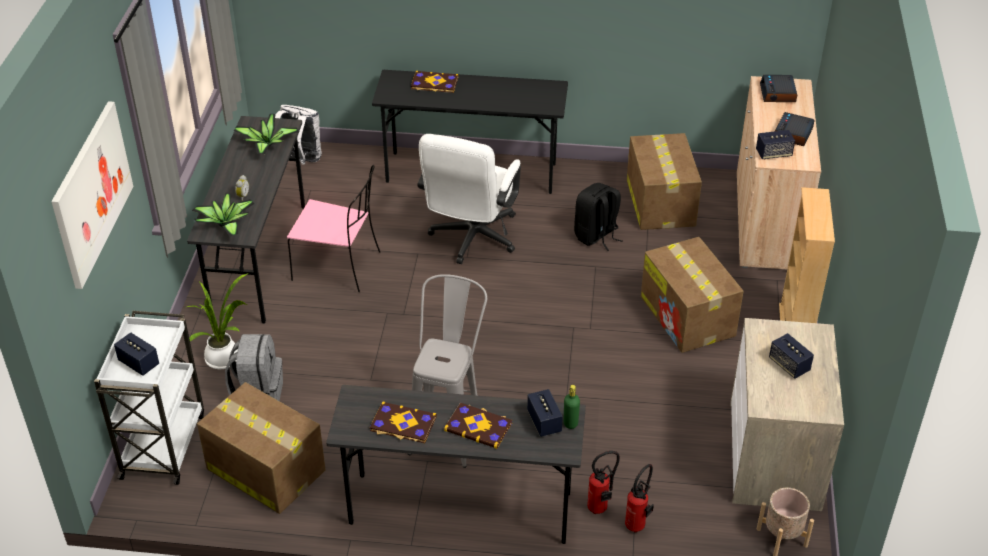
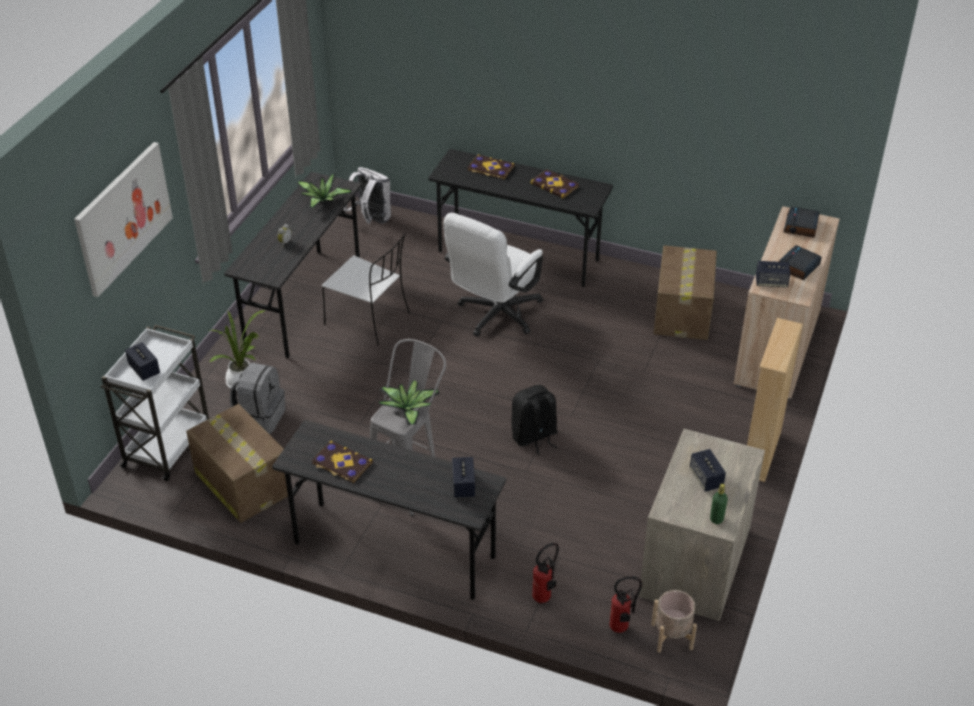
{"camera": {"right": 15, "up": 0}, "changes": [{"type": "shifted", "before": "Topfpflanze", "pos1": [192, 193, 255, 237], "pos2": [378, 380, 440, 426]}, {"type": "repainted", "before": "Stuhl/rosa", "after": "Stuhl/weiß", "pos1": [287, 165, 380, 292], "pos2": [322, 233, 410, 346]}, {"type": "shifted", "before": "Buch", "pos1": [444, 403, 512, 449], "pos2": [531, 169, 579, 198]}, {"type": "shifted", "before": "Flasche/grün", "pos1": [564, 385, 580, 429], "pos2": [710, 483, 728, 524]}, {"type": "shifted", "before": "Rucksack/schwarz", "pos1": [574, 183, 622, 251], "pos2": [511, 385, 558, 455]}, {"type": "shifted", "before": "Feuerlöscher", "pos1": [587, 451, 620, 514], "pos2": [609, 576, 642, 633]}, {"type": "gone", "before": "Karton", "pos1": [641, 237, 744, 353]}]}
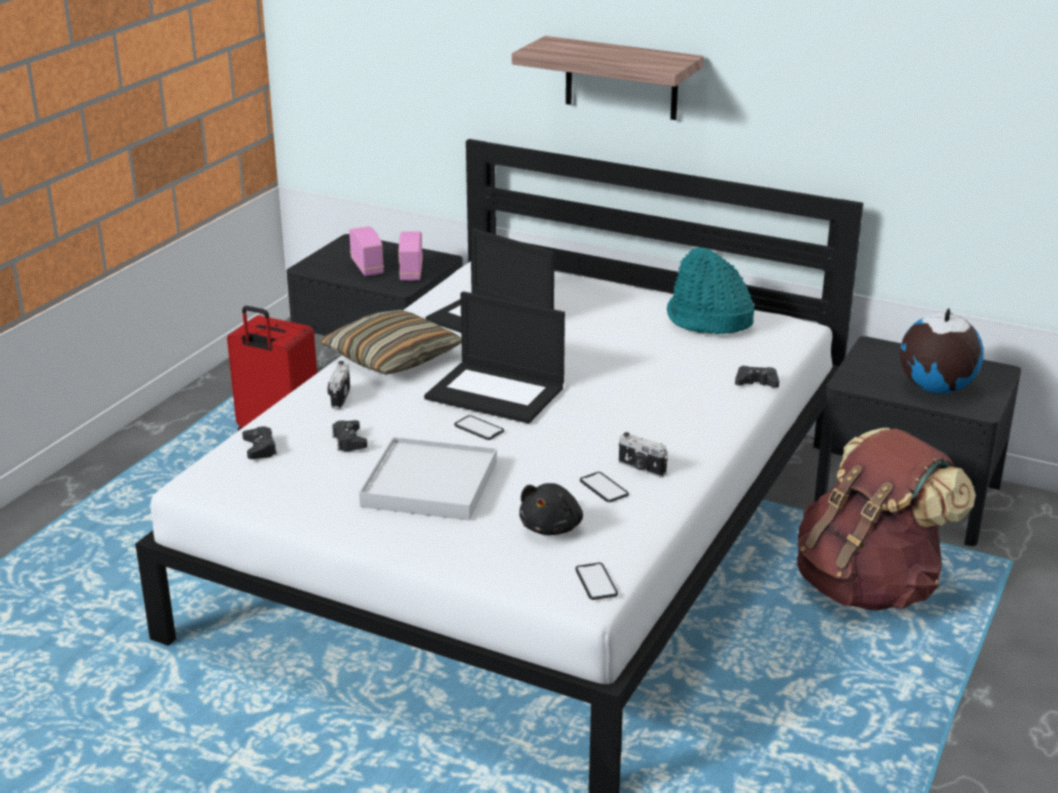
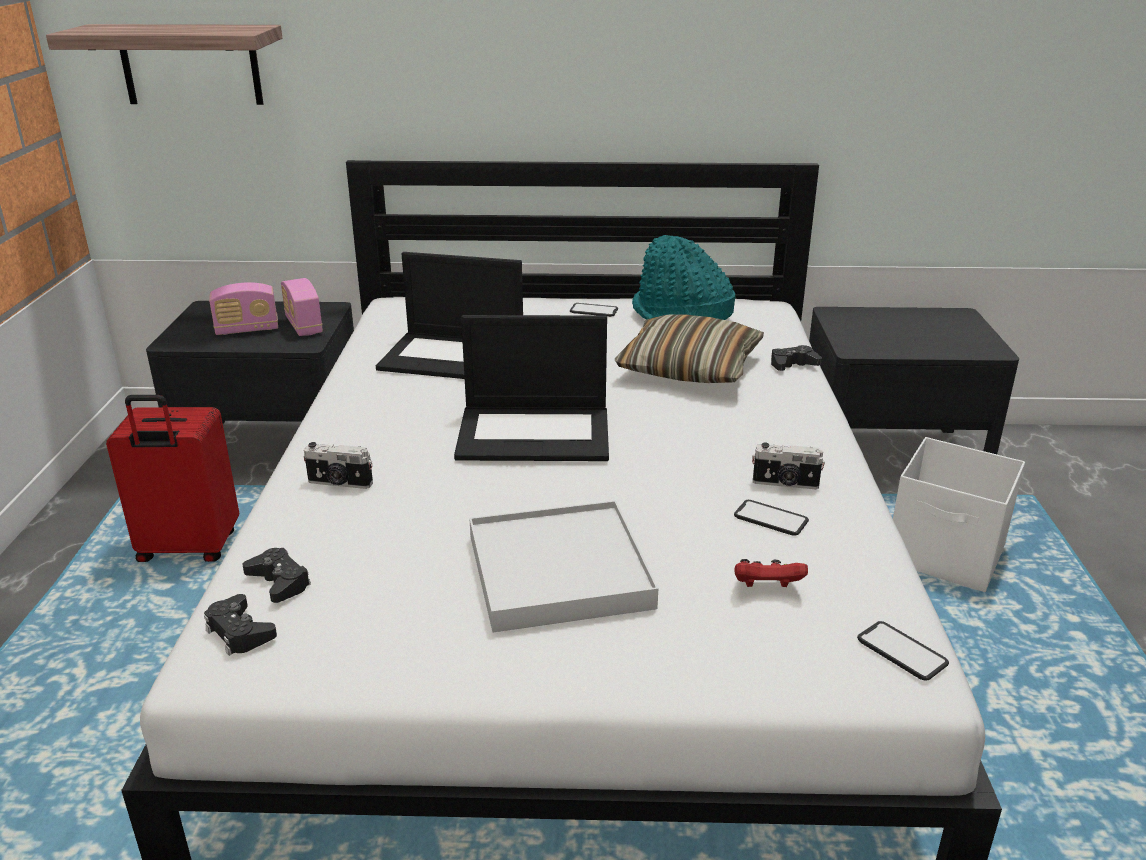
{"camera": {"right": -25, "up": 0}, "changes": [{"type": "shifted", "before": "Kissen", "pos1": [319, 310, 462, 375], "pos2": [615, 315, 764, 383]}, {"type": "rotated", "before": "Kamera", "pos1": [328, 361, 350, 409], "pos2": [304, 442, 373, 489], "turn": -60}, {"type": "shifted", "before": "Gamepad/schwarz", "pos1": [332, 420, 368, 452], "pos2": [204, 594, 277, 656]}, {"type": "rotated", "before": "Radio", "pos1": [349, 227, 384, 276], "pos2": [209, 282, 278, 335], "turn": 120}, {"type": "shifted", "before": "Handy", "pos1": [454, 415, 504, 440], "pos2": [570, 303, 618, 317]}, {"type": "shifted", "before": "Wandregal", "pos1": [512, 36, 704, 120], "pos2": [46, 24, 282, 105]}, {"type": "swapped", "before": "Plüschtier/schwarz", "after": "Gamepad/rot", "pos1": [519, 483, 583, 535], "pos2": [735, 559, 808, 587]}, {"type": "swapped", "before": "Rucksack/braun", "after": "Aufbewahrungsbox/weiß", "pos1": [797, 428, 976, 611], "pos2": [893, 437, 1025, 592]}, {"type": "gone", "before": "Globus", "pos1": [900, 307, 984, 394]}]}
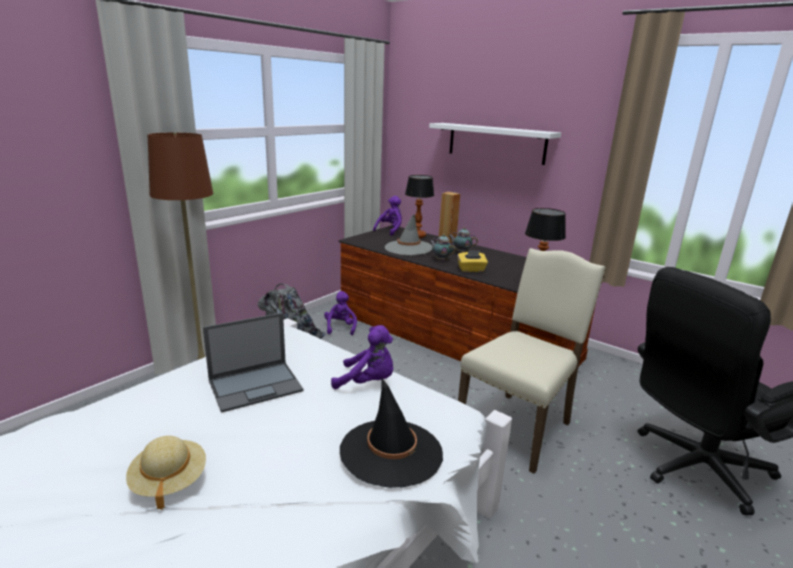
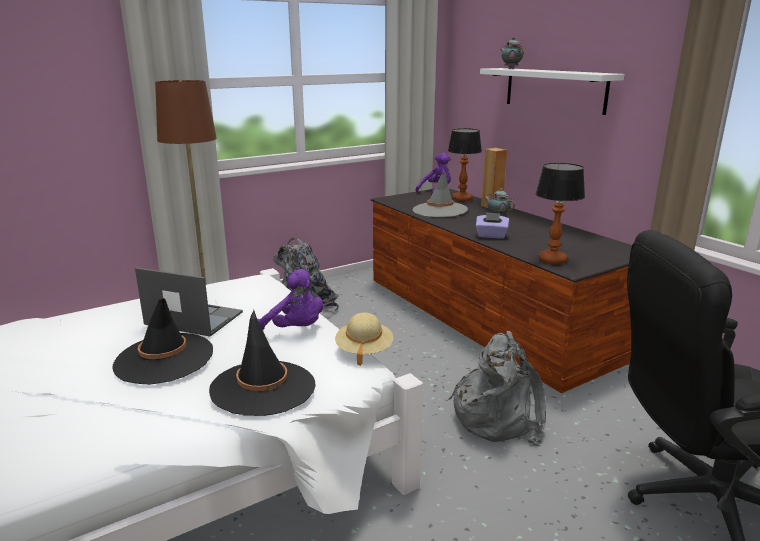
{"camera": {"right": 20, "up": 0}, "changes": [{"type": "shifted", "before": "Hut/beige", "pos1": [126, 436, 206, 510], "pos2": [335, 313, 393, 366]}, {"type": "rotated", "before": "Laptop", "pos1": [203, 313, 304, 413], "pos2": [135, 267, 243, 337], "turn": -150}, {"type": "gone", "before": "Plüschtier/lila", "pos1": [324, 291, 357, 335]}, {"type": "shifted", "before": "Teekanne", "pos1": [430, 234, 456, 261], "pos2": [500, 37, 524, 69]}, {"type": "repainted", "before": "Taschentuchbox/gelb", "after": "Taschentuchbox/lila", "pos1": [457, 250, 488, 272], "pos2": [476, 212, 509, 239]}, {"type": "swapped", "before": "Stuhl/beige", "after": "Rucksack/grau", "pos1": [458, 248, 606, 474], "pos2": [448, 331, 546, 443]}, {"type": "new", "after": "Hut/schwarz", "pos2": [113, 298, 213, 385]}]}
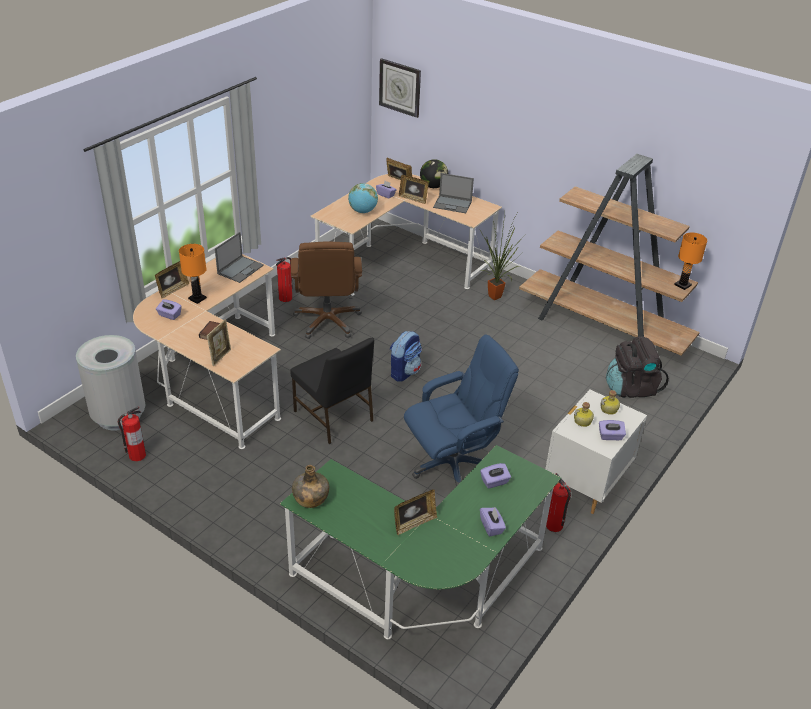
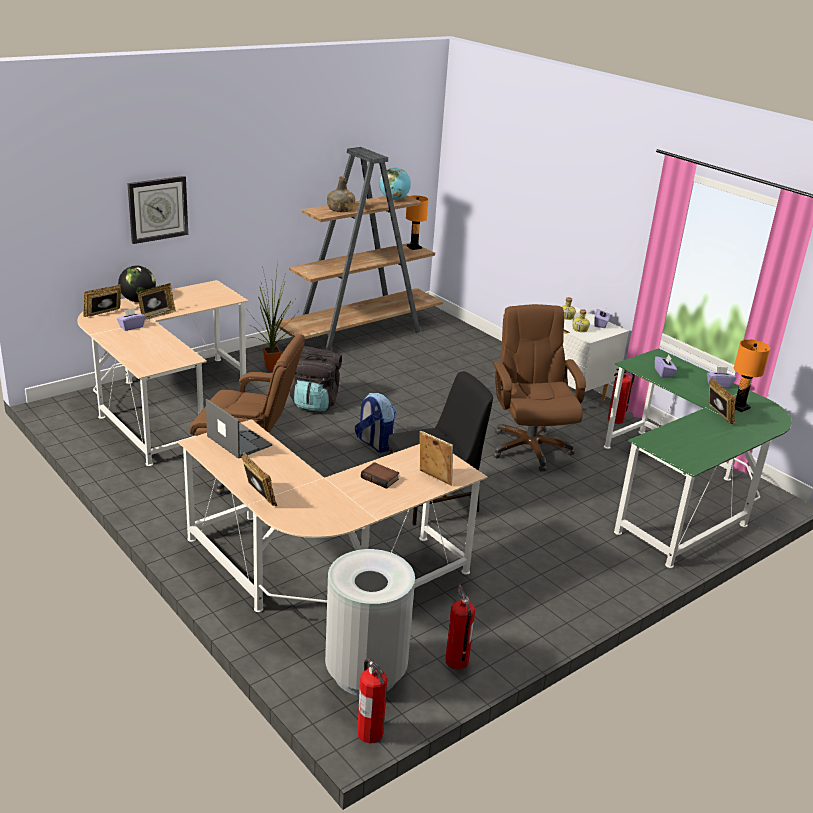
{"camera": {"right": -75, "up": -10}, "changes": [{"type": "gone", "before": "Taschentuchbox/lila", "pos1": [156, 300, 182, 320]}, {"type": "shifted", "before": "Tischlampe/orange", "pos1": [179, 244, 207, 304], "pos2": [734, 339, 770, 412]}, {"type": "shifted", "before": "Feuerlöscher", "pos1": [276, 257, 292, 302], "pos2": [357, 658, 387, 743]}, {"type": "shifted", "before": "Flasche/grün", "pos1": [292, 465, 329, 508], "pos2": [327, 176, 355, 212]}, {"type": "shifted", "before": "Globus", "pos1": [348, 183, 378, 213], "pos2": [379, 167, 411, 200]}, {"type": "shifted", "before": "Wanduhr", "pos1": [379, 58, 421, 118], "pos2": [127, 176, 188, 244]}, {"type": "repainted", "before": "Bürostuhl/blau", "after": "Bürostuhl/braun", "pos1": [404, 334, 519, 486], "pos2": [492, 304, 586, 472]}, {"type": "gone", "before": "Laptop", "pos1": [433, 173, 474, 213]}, {"type": "shifted", "before": "Rucksack/schwarz", "pos1": [606, 336, 669, 398], "pos2": [290, 346, 342, 412]}]}
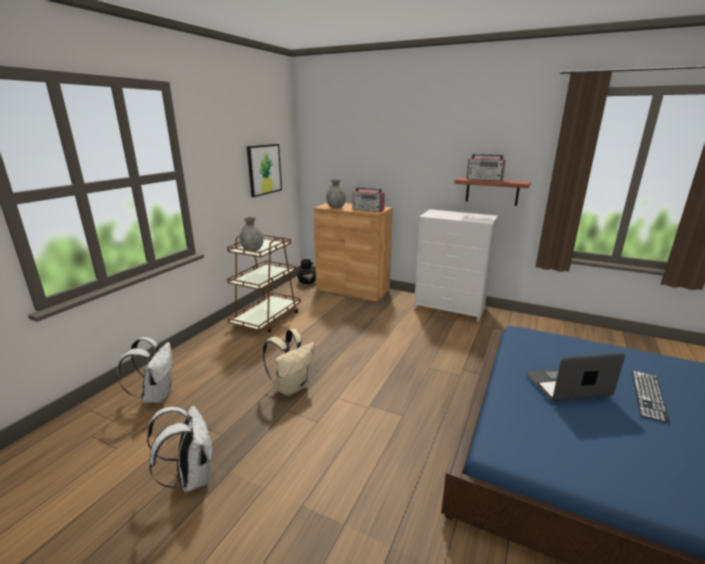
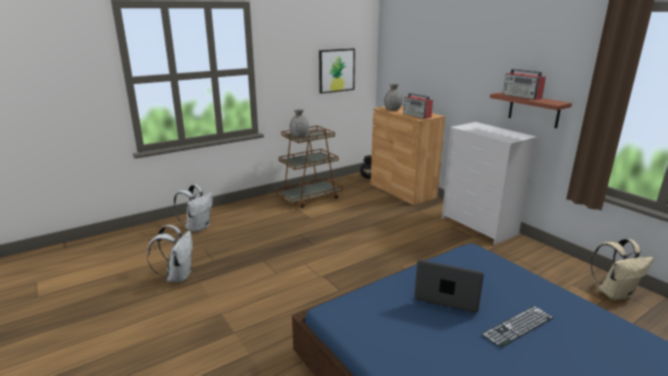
{"camera": {"right": 30, "up": 0}, "changes": [{"type": "shifted", "before": "Rucksack/beige", "pos1": [263, 329, 315, 396], "pos2": [591, 239, 653, 300]}]}
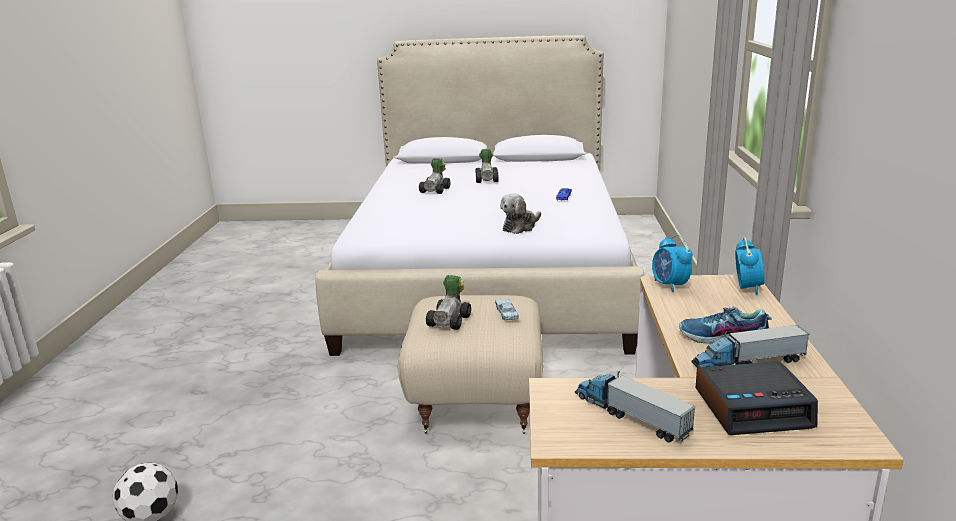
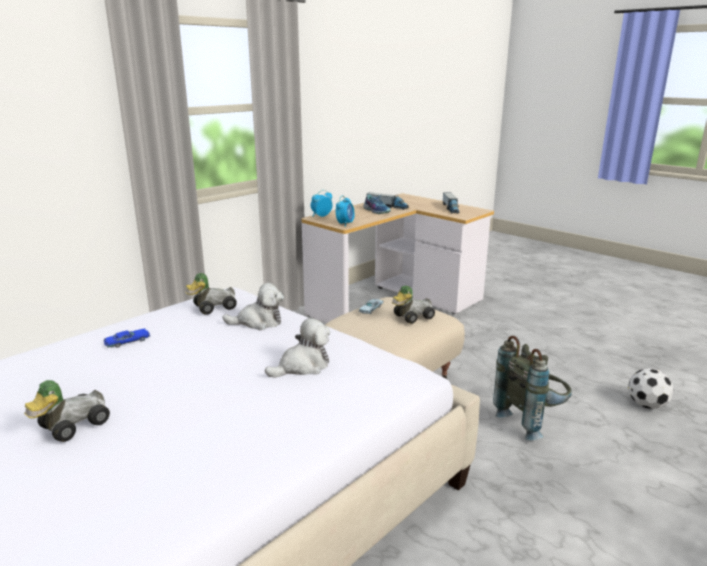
{"camera": {"right": -140, "up": 0}, "changes": [{"type": "shifted", "before": "Spielzeugauto", "pos1": [419, 158, 451, 194], "pos2": [185, 273, 237, 315]}, {"type": "gone", "before": "Wecker", "pos1": [696, 361, 818, 435]}, {"type": "new", "after": "Plüschtier", "pos2": [265, 318, 330, 378]}, {"type": "new", "after": "Rucksack/grau", "pos2": [493, 336, 572, 440]}]}
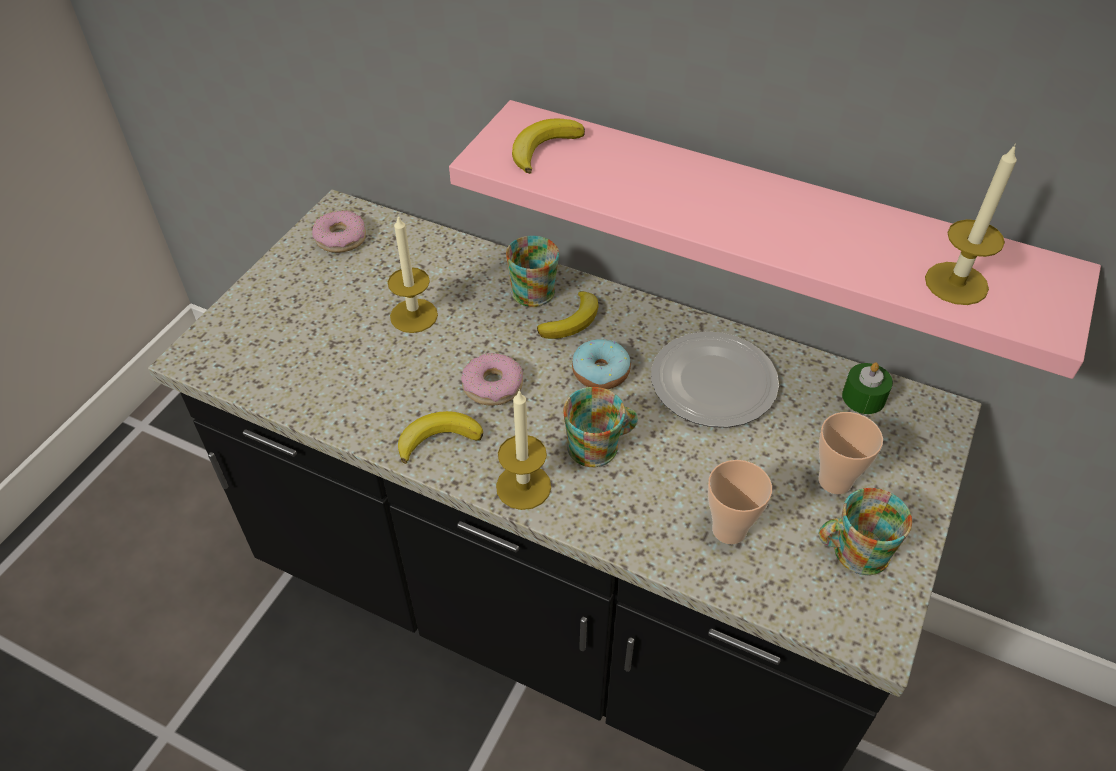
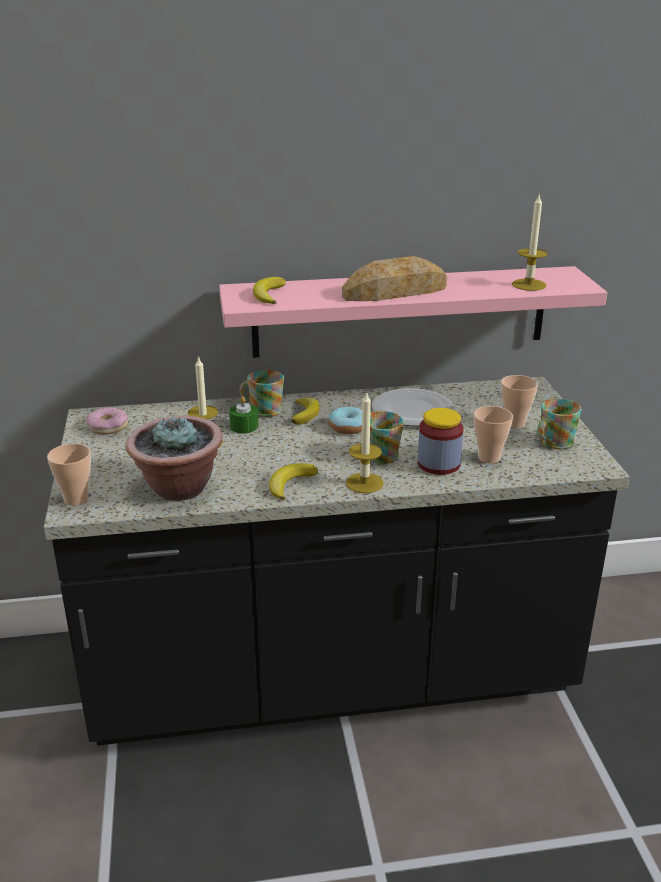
{"camera": {"right": -35, "up": -20}, "changes": [{"type": "gone", "before": "Donut", "pos1": [461, 353, 523, 406]}, {"type": "shifted", "before": "Kerze/grün", "pos1": [842, 362, 893, 414], "pos2": [229, 396, 258, 433]}, {"type": "new", "after": "Tasse", "pos2": [47, 444, 91, 506]}, {"type": "new", "after": "Topfpflanze", "pos2": [126, 415, 222, 501]}, {"type": "new", "after": "Brot", "pos2": [342, 256, 447, 301]}, {"type": "new", "after": "Vorratsglas", "pos2": [418, 408, 463, 475]}]}
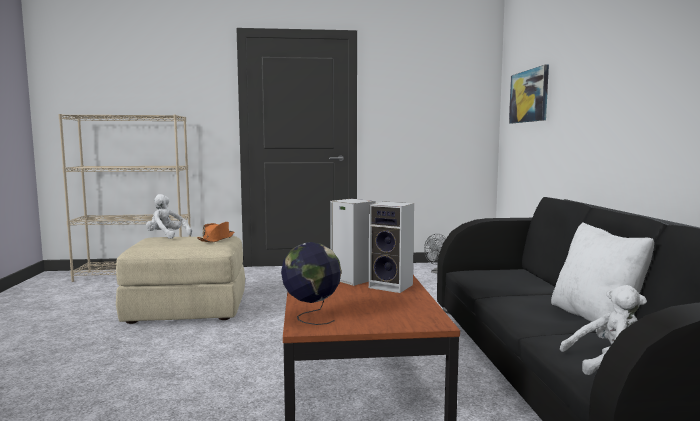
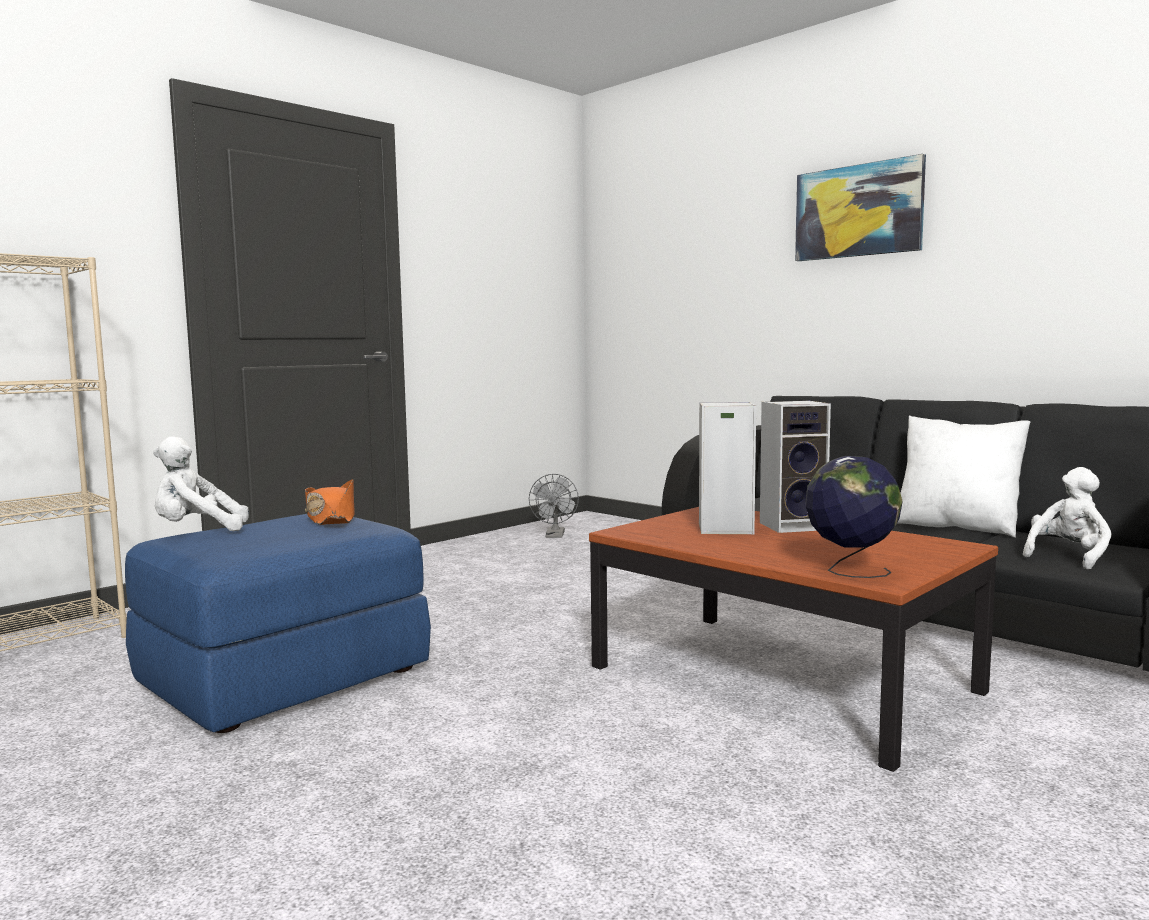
{"camera": {"right": -40, "up": 0}, "changes": [{"type": "repainted", "before": "Polsterhocker/beige", "after": "Polsterhocker/blau", "pos1": [116, 236, 245, 324], "pos2": [125, 514, 431, 733]}, {"type": "shifted", "before": "Bild", "pos1": [509, 65, 549, 124], "pos2": [795, 154, 926, 261]}]}
